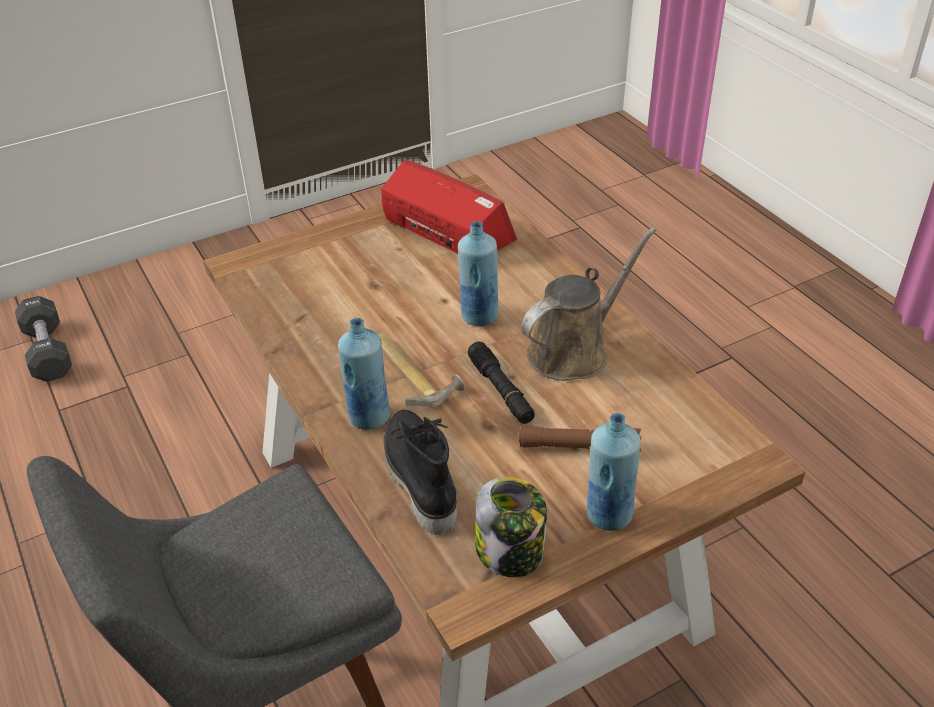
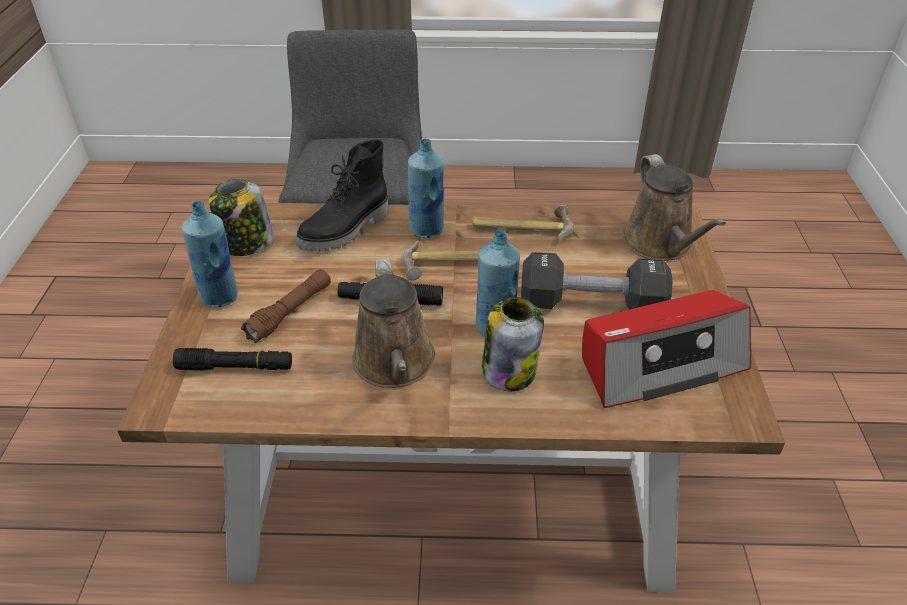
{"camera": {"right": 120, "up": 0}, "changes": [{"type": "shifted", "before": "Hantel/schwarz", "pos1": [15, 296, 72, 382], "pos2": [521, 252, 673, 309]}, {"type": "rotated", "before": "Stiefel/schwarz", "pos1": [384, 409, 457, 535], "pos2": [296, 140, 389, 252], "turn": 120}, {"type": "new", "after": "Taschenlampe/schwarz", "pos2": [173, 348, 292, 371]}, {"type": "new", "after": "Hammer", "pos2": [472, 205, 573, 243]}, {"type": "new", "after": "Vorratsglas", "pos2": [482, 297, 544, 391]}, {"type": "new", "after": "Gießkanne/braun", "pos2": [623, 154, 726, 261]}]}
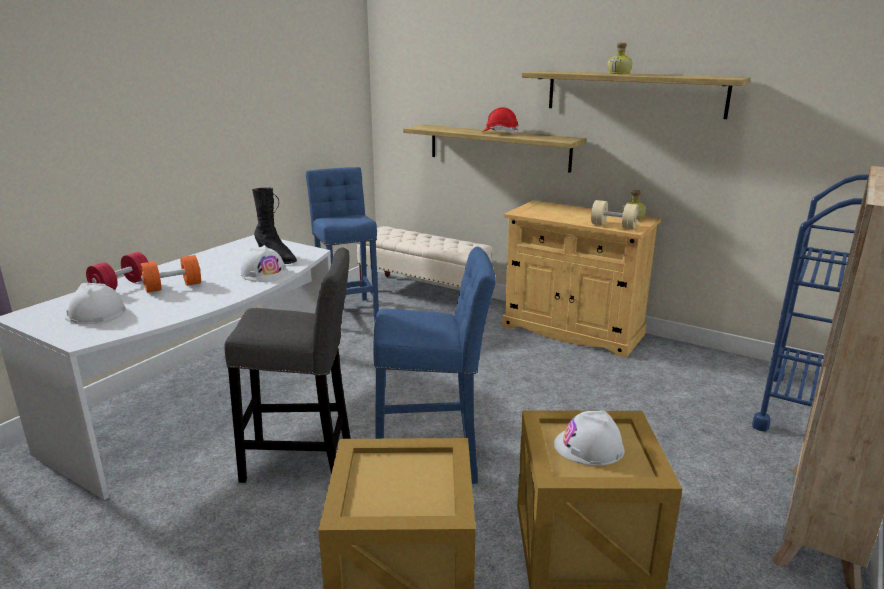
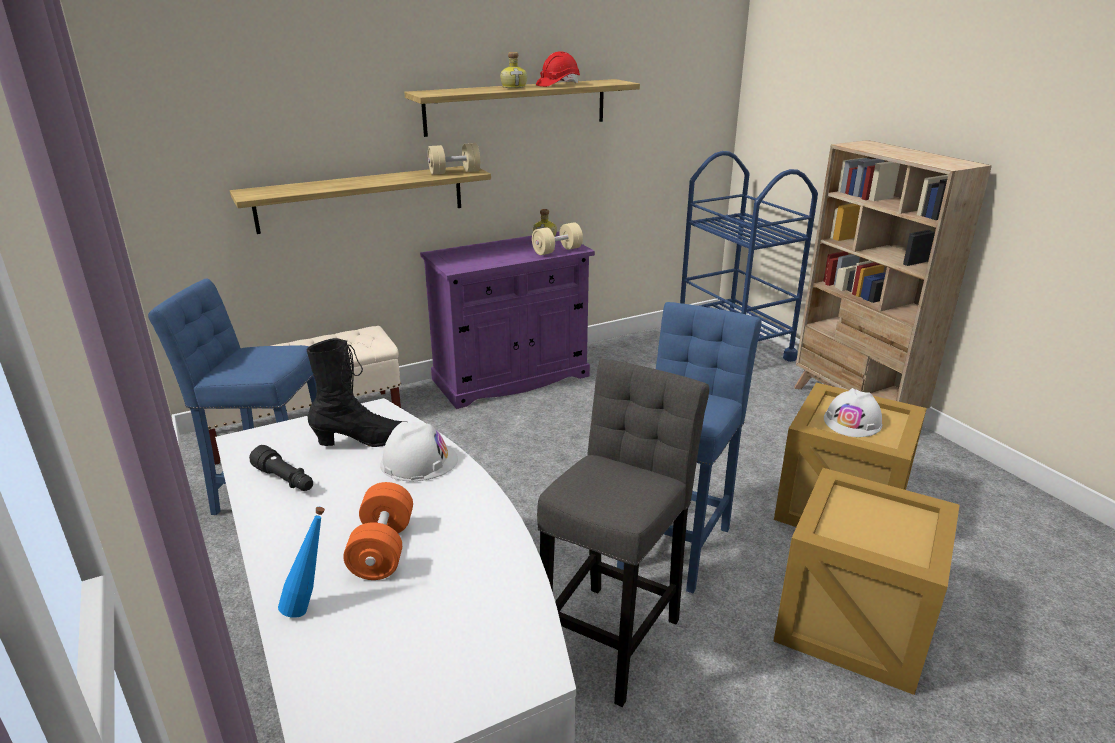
{"camera": {"right": -60, "up": 5}, "changes": [{"type": "gone", "before": "Schutzhelm/weiß", "pos1": [65, 283, 126, 324]}, {"type": "swapped", "before": "Hantel/rot", "after": "Flasche/blau", "pos1": [86, 252, 148, 290], "pos2": [278, 507, 325, 618]}, {"type": "shifted", "before": "Schutzhelm/rot", "pos1": [483, 107, 518, 134], "pos2": [536, 51, 580, 87]}, {"type": "repainted", "before": "Schrank/beige", "after": "Schrank/lila", "pos1": [502, 200, 661, 358], "pos2": [420, 232, 595, 409]}, {"type": "new", "after": "Taschenlampe/schwarz", "pos2": [249, 445, 313, 491]}, {"type": "new", "after": "Hantel/beige", "pos2": [428, 143, 480, 175]}]}
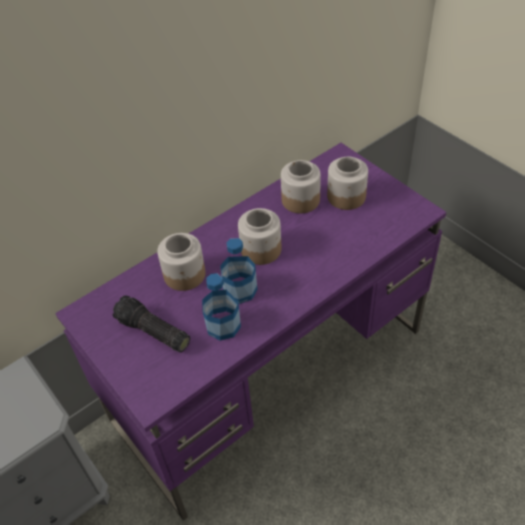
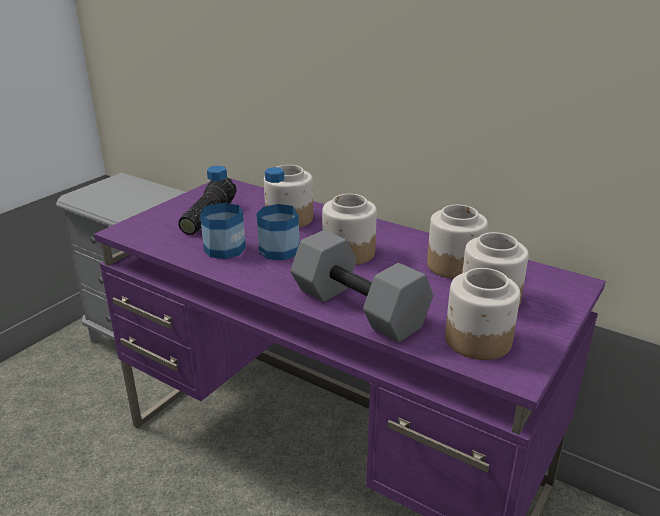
{"camera": {"right": 70, "up": -20}, "changes": [{"type": "new", "after": "Hantel/grau", "pos2": [291, 230, 433, 343]}, {"type": "new", "after": "Vorratsglas", "pos2": [445, 268, 520, 360]}]}
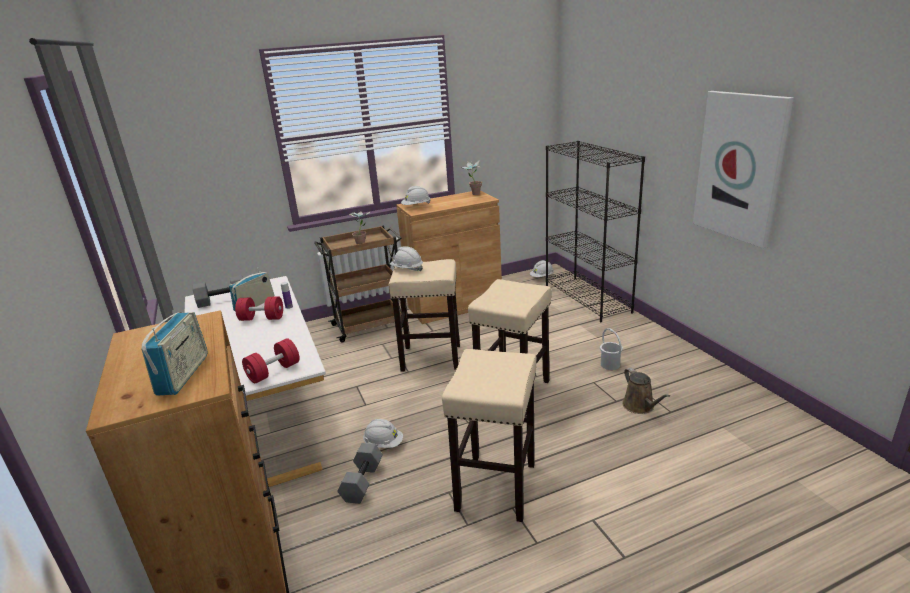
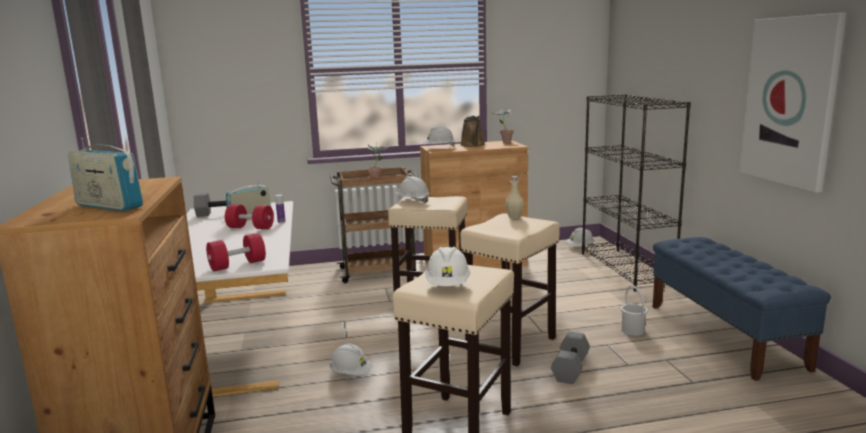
{"camera": {"right": 10, "up": -10}, "changes": [{"type": "rotated", "before": "Radio", "pos1": [141, 312, 207, 396], "pos2": [68, 138, 143, 211], "turn": 105}, {"type": "shifted", "before": "Hantel/grau", "pos1": [337, 443, 383, 504], "pos2": [551, 331, 590, 384]}, {"type": "shifted", "before": "Gießkanne/braun", "pos1": [623, 368, 670, 414], "pos2": [460, 116, 485, 147]}, {"type": "new", "after": "Schutzhelm/weiß", "pos2": [425, 247, 470, 286]}, {"type": "new", "after": "Flasche/beige", "pos2": [505, 176, 524, 218]}, {"type": "new", "after": "Bank/blau", "pos2": [653, 237, 831, 381]}]}
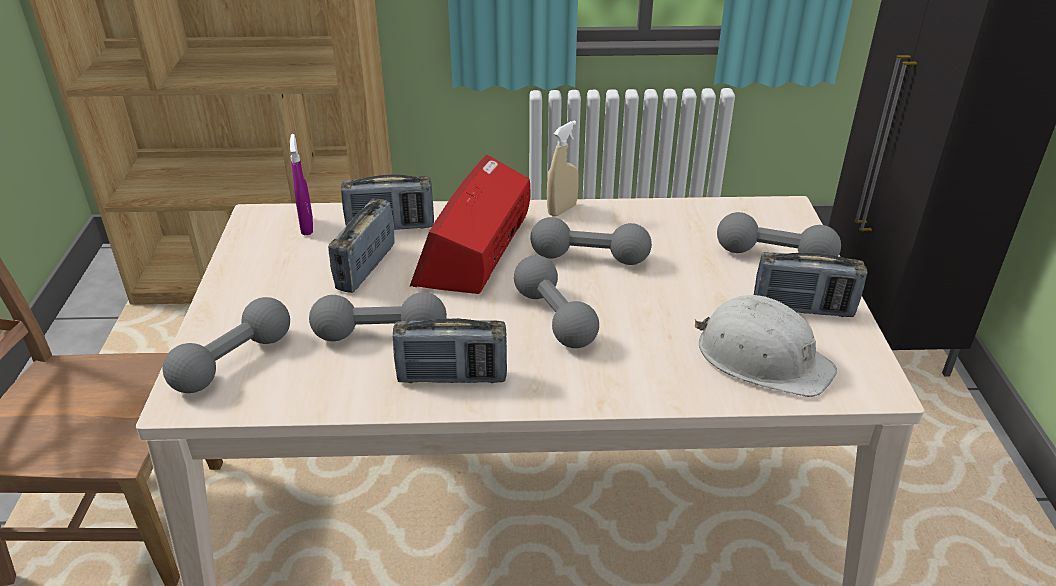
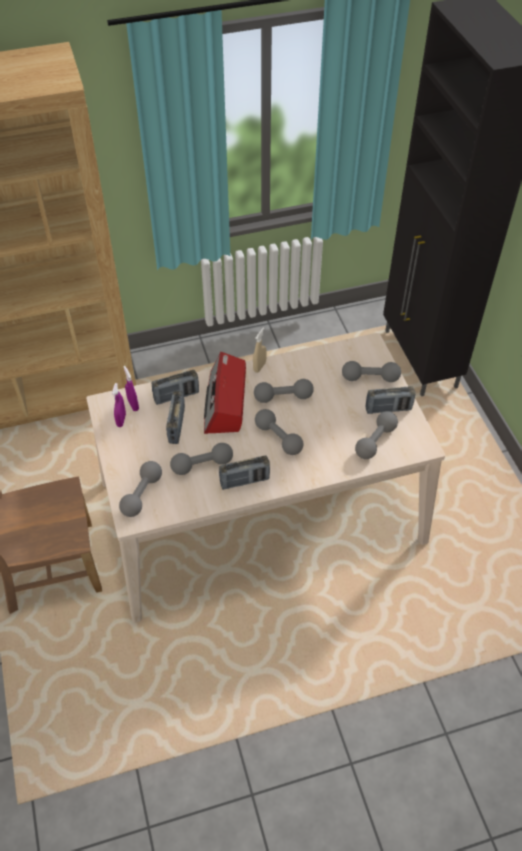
{"camera": {"right": -15, "up": 15}, "changes": [{"type": "swapped", "before": "Schutzhelm/weiß", "after": "Hantel/grau", "pos1": [694, 295, 837, 397], "pos2": [355, 411, 398, 459]}, {"type": "new", "after": "Sprühflasche/lila", "pos2": [112, 383, 126, 427]}]}
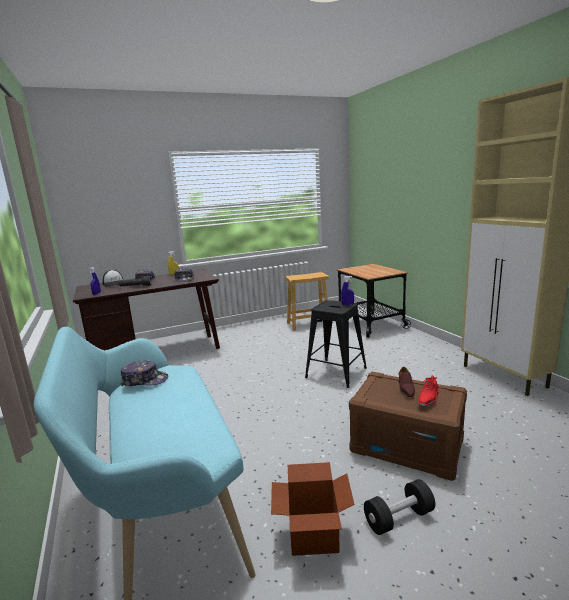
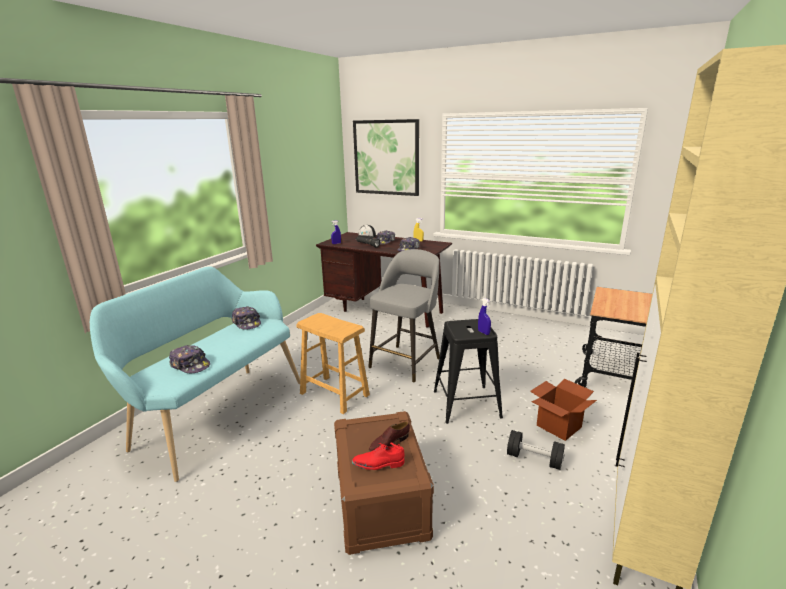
{"camera": {"right": 50, "up": 5}, "changes": [{"type": "shifted", "before": "Karton", "pos1": [271, 462, 355, 556], "pos2": [530, 379, 597, 441]}, {"type": "shifted", "before": "Hocker/braun", "pos1": [285, 272, 329, 331], "pos2": [296, 313, 370, 414]}, {"type": "shifted", "before": "Hantel/schwarz", "pos1": [364, 479, 435, 535], "pos2": [507, 430, 565, 470]}, {"type": "new", "after": "Kappe", "pos2": [169, 345, 210, 373]}, {"type": "new", "after": "Bild", "pos2": [353, 119, 419, 196]}, {"type": "new", "after": "Hocker/grau", "pos2": [368, 249, 440, 383]}]}
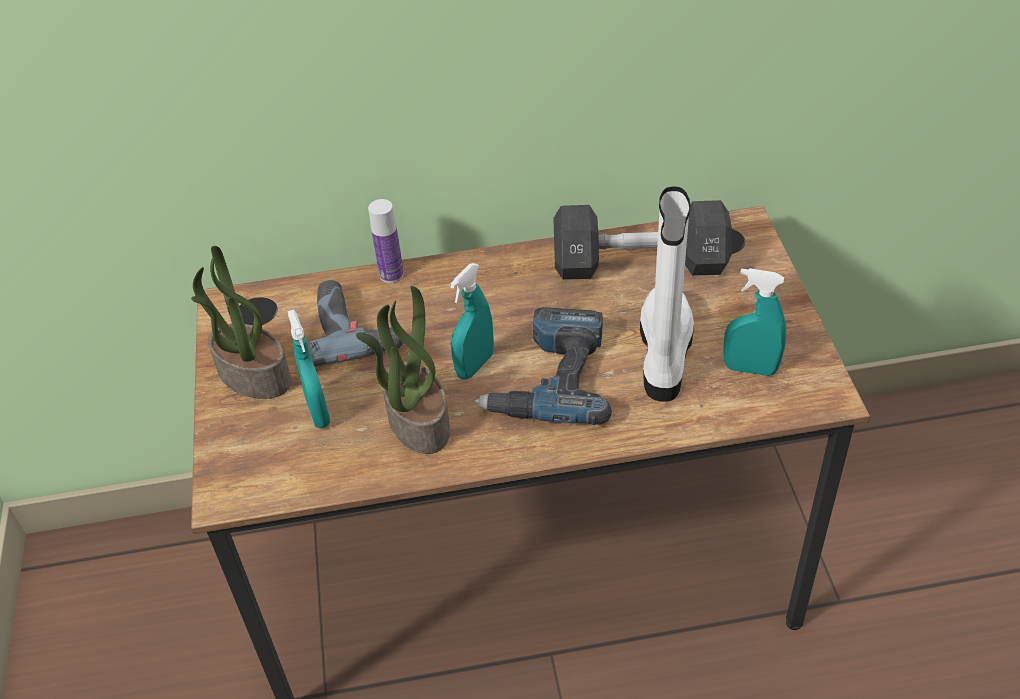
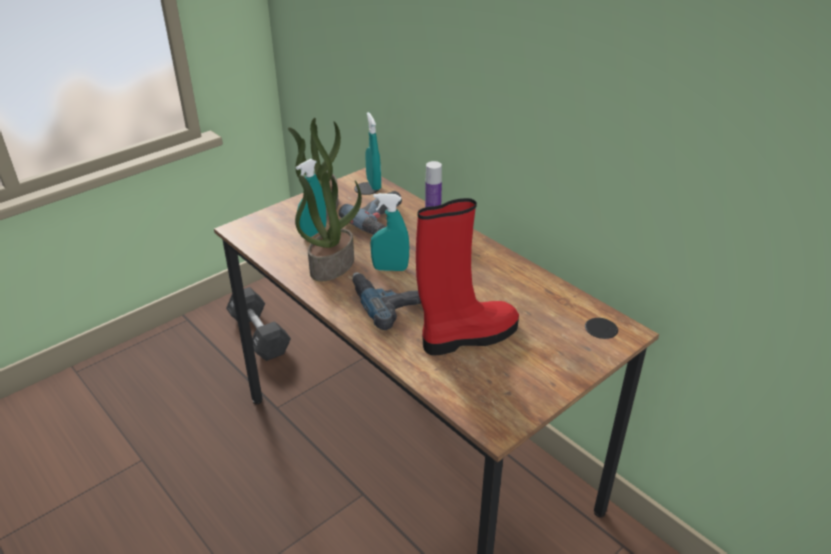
{"camera": {"right": 55, "up": -10}, "changes": [{"type": "shifted", "before": "Hantel/schwarz", "pos1": [553, 200, 732, 280], "pos2": [226, 287, 291, 361]}, {"type": "repainted", "before": "Stiefel/weiß", "after": "Stiefel/rot", "pos1": [640, 187, 694, 402], "pos2": [416, 198, 519, 355]}, {"type": "shifted", "before": "Sprühflasche/türkis", "pos1": [723, 268, 787, 376], "pos2": [365, 112, 381, 190]}]}
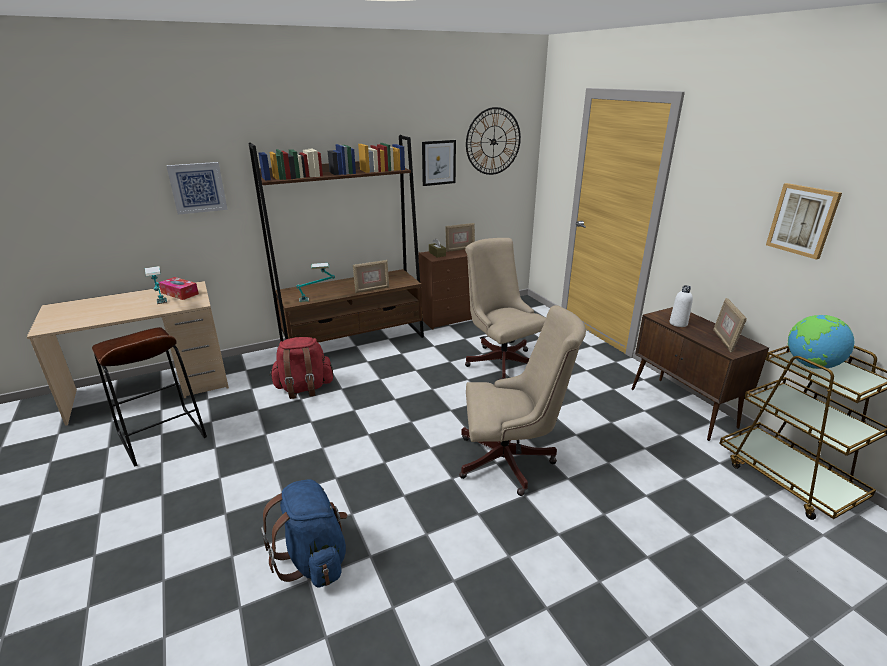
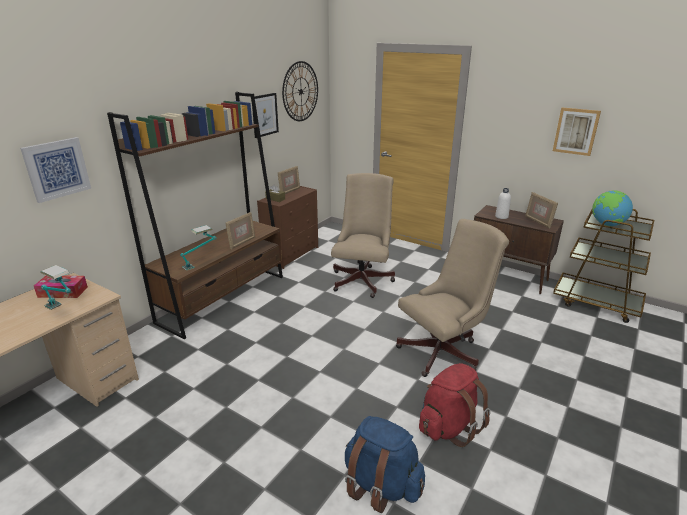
{"camera": {"right": -30, "up": 0}, "changes": [{"type": "gone", "before": "Hocker/braun", "pos1": [92, 327, 207, 467]}, {"type": "shifted", "before": "Rucksack/rot", "pos1": [269, 337, 333, 399], "pos2": [419, 363, 490, 447]}, {"type": "rotated", "before": "Bürostuhl/beige", "pos1": [465, 238, 546, 380], "pos2": [331, 173, 395, 298], "turn": 75}]}
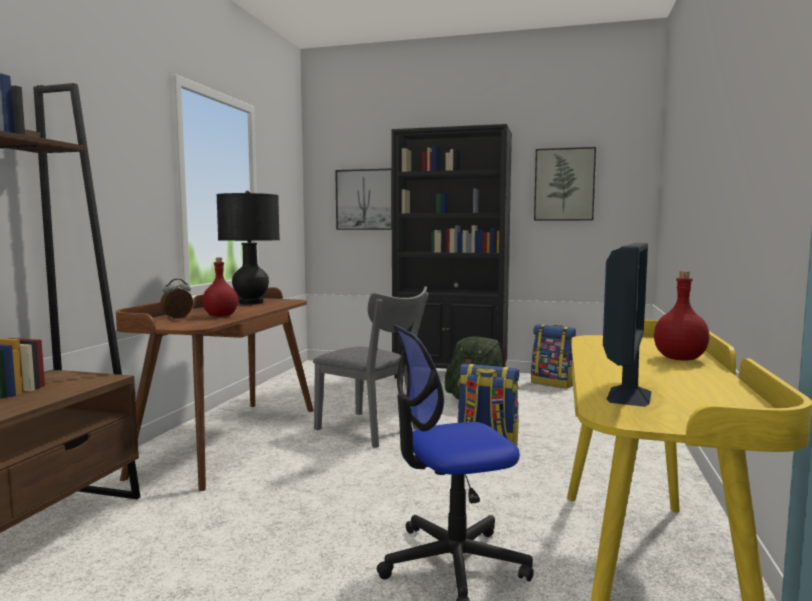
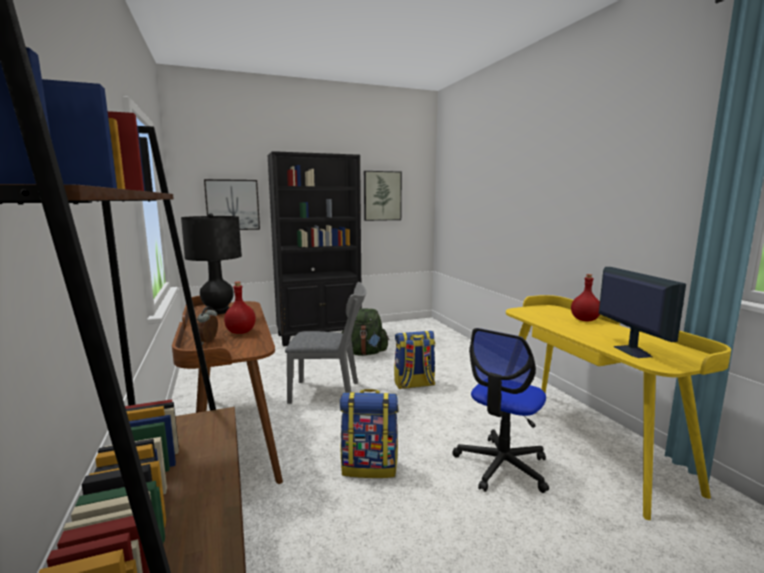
{"camera": {"right": -35, "up": 5}, "changes": [{"type": "shifted", "before": "Rucksack", "pos1": [531, 324, 576, 388], "pos2": [340, 389, 399, 478]}]}
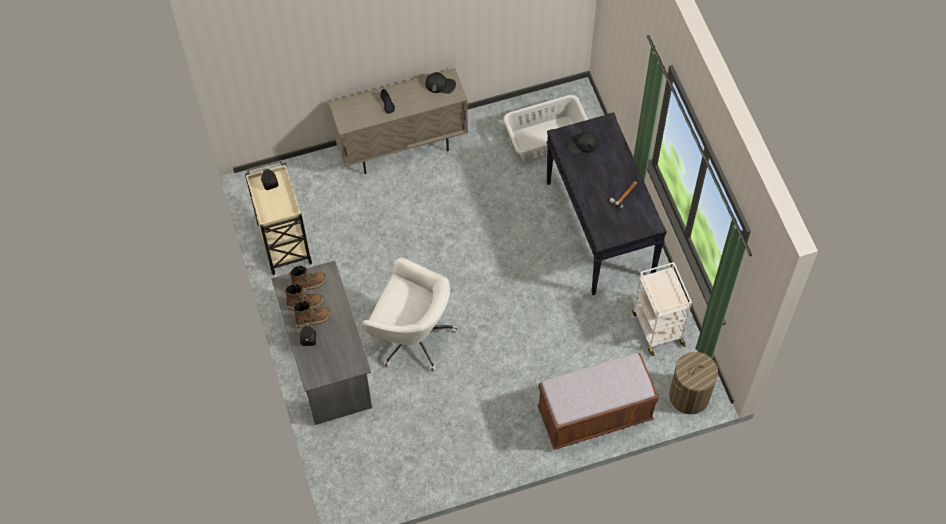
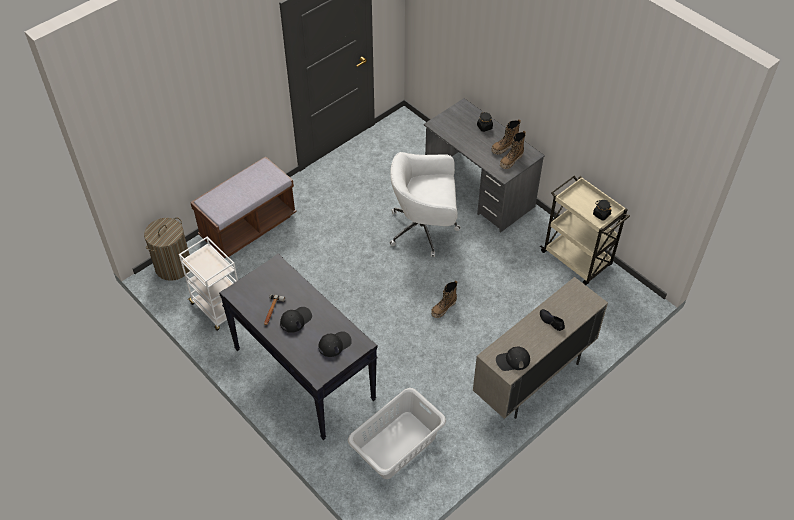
{"camera": {"right": 155, "up": -10}, "changes": [{"type": "shifted", "before": "Stiefel", "pos1": [292, 300, 331, 328], "pos2": [431, 280, 458, 318]}, {"type": "new", "after": "Kappe/schwarz", "pos2": [280, 307, 312, 333]}]}
